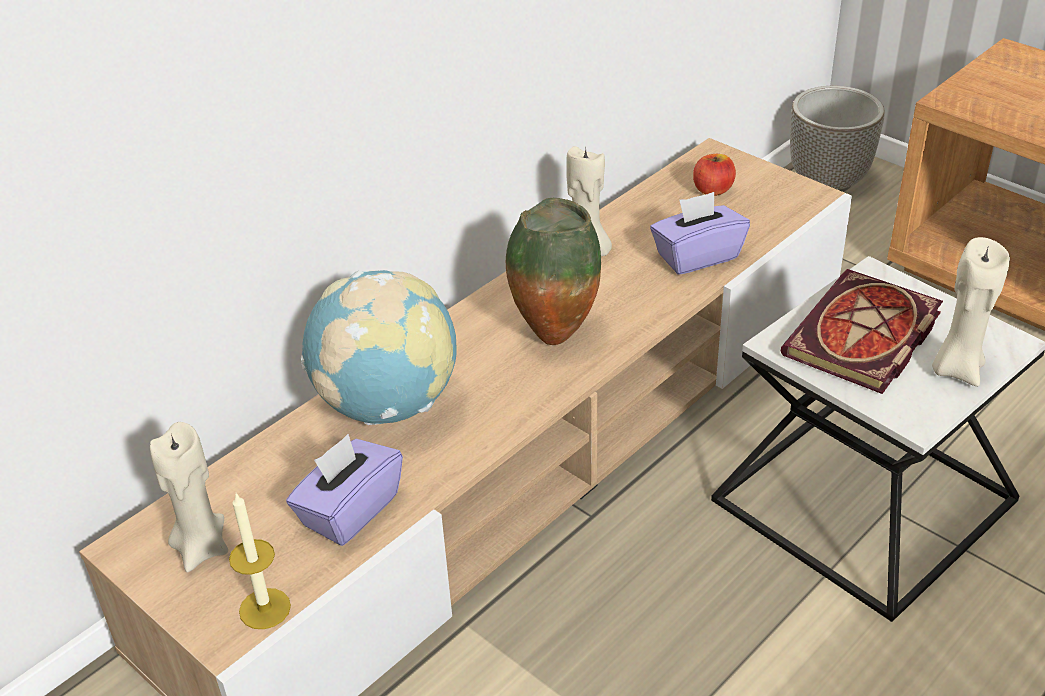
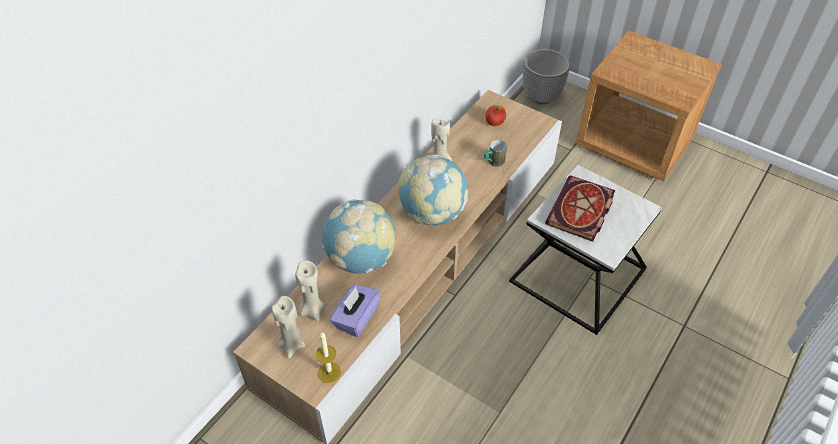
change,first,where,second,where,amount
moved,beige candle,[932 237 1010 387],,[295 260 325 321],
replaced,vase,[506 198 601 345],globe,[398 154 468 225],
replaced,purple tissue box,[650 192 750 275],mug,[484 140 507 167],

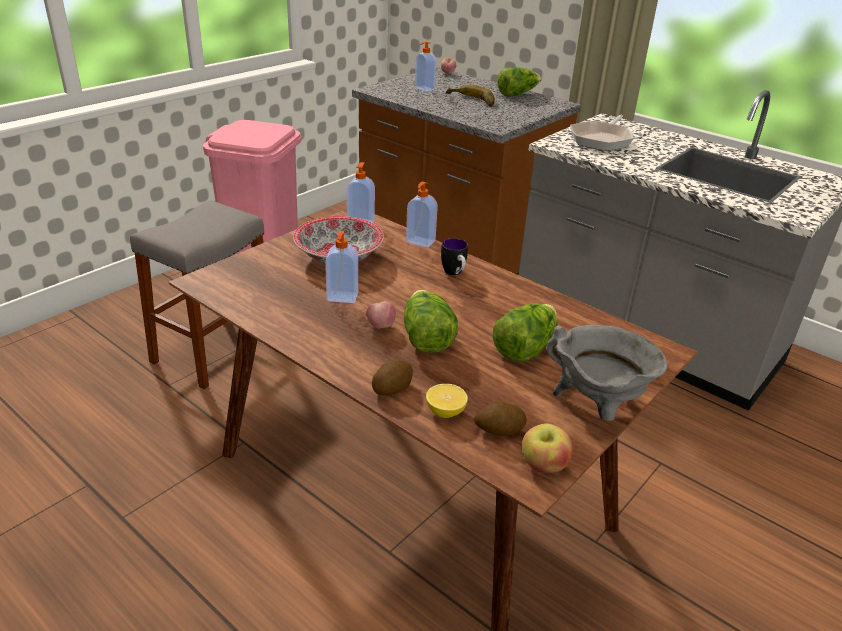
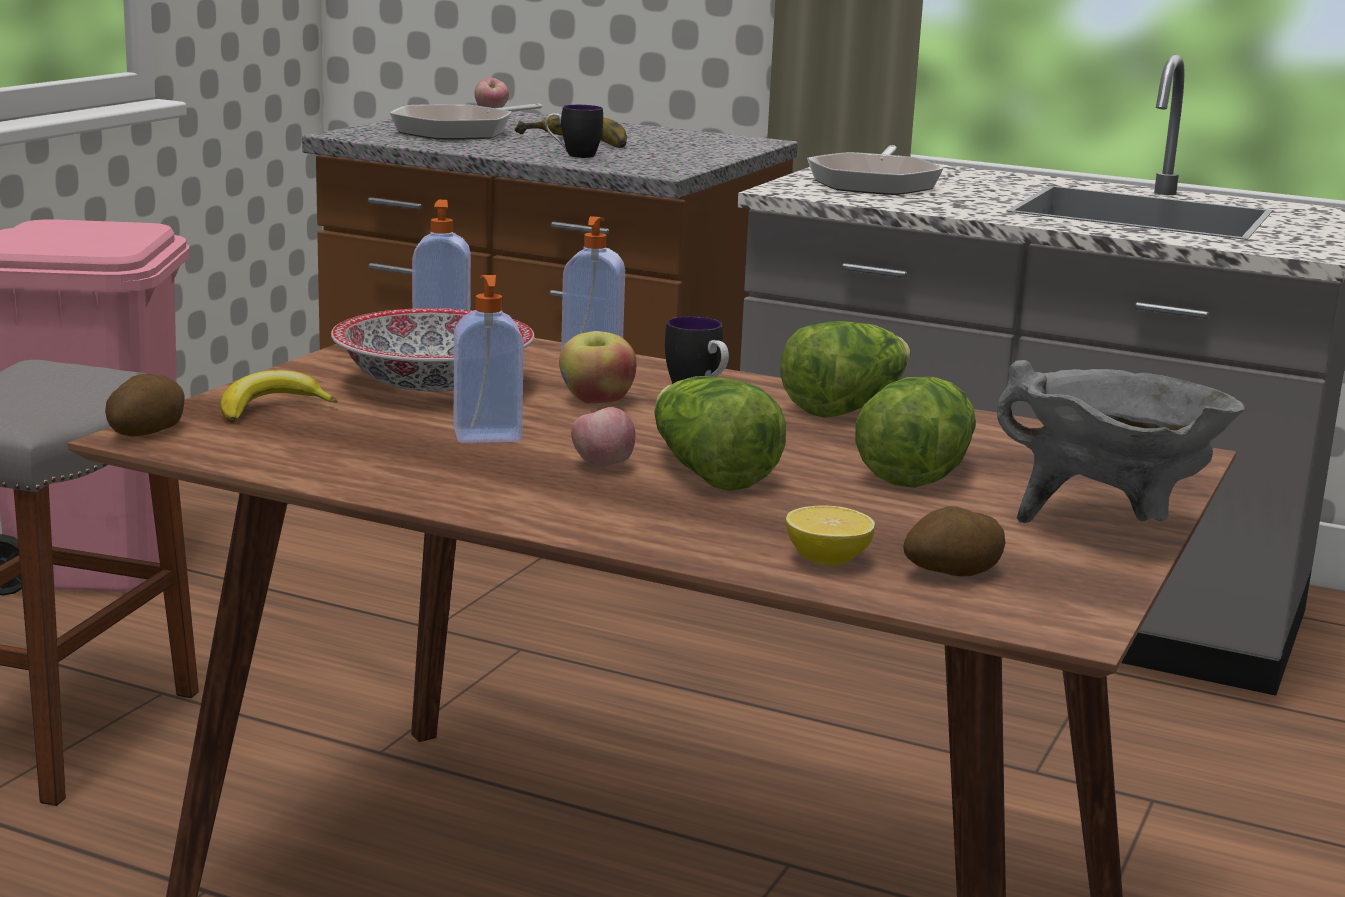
change,first,where,second,where,amount
moved,potato,[372 360 413 396],,[105 373 185 437],
added,,,banana,[220 370 337 423],
replaced,soap dispenser,[415 42 436 92],frying pan,[390 103 542 140],
added,,,mug,[545 105 603 158],
moved,apple,[522 423 573 473],,[559 331 636 404],
moved,lettuce,[497 67 542 97],,[780 321 910 418],

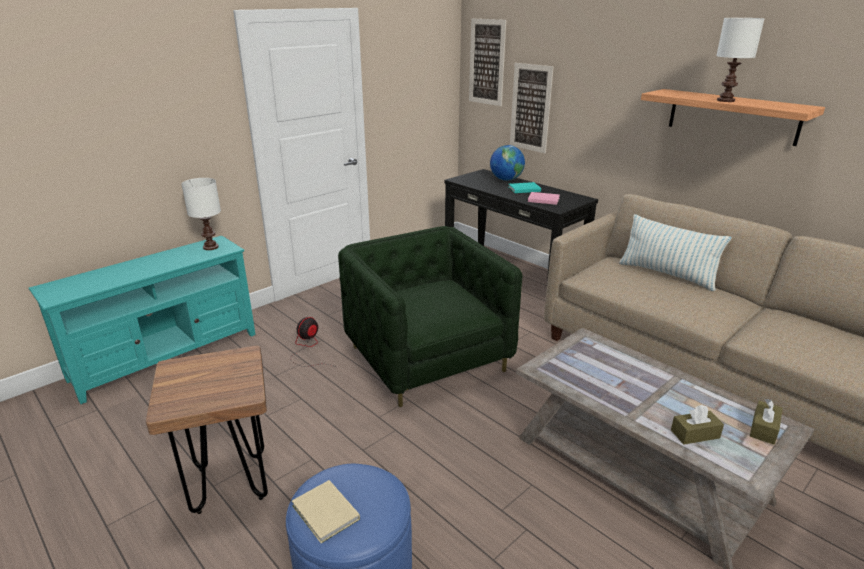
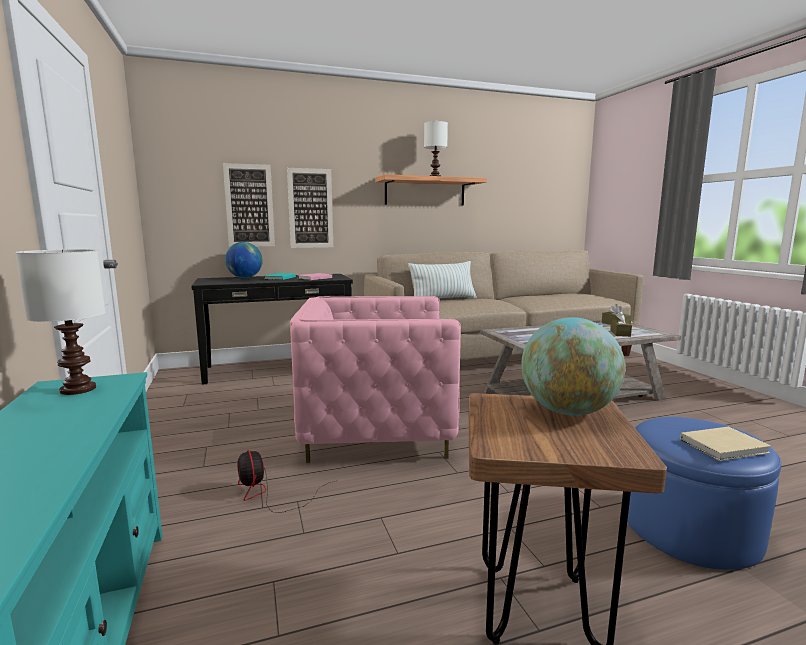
change,first,where,second,where,amount
moved,picture,[469 19 506 106],,[287 168 333 248],
recoloured,green armchair,[338 226 523 407],pink armchair,[290 296 461 463],
added,,,globe,[521 317 625 416],

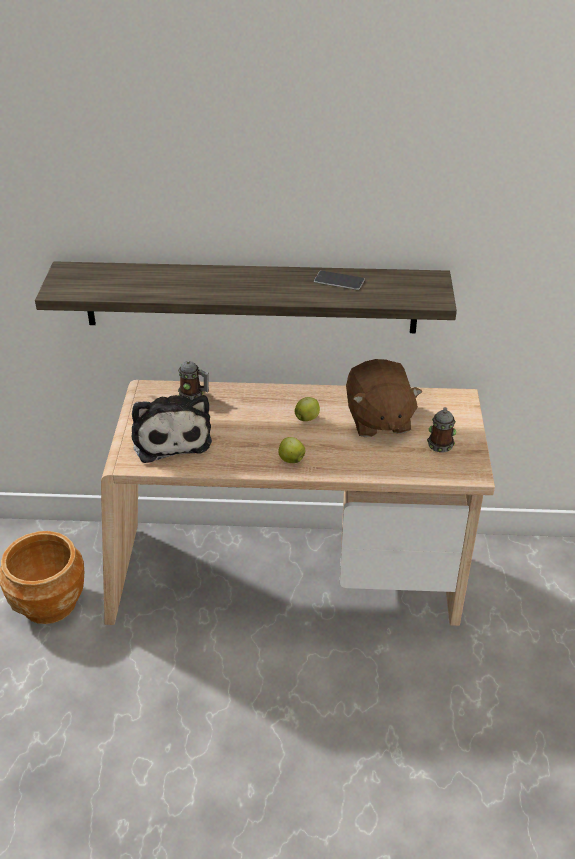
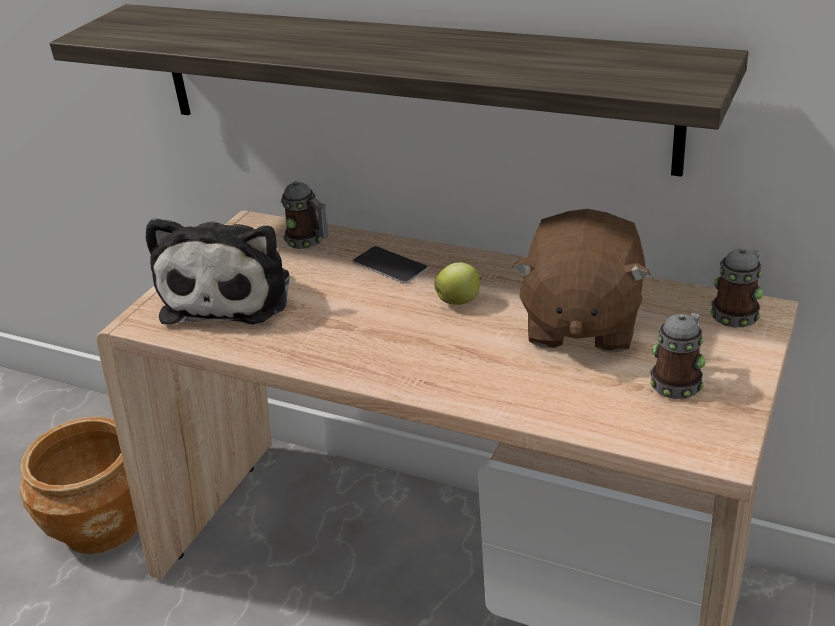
change,first,where,second,where,amount
moved,phone,[314 271 365 290],,[352 246 428 284],
added,,,mug,[710 248 763 328],
removed,apple,[278 437 306 463],,,

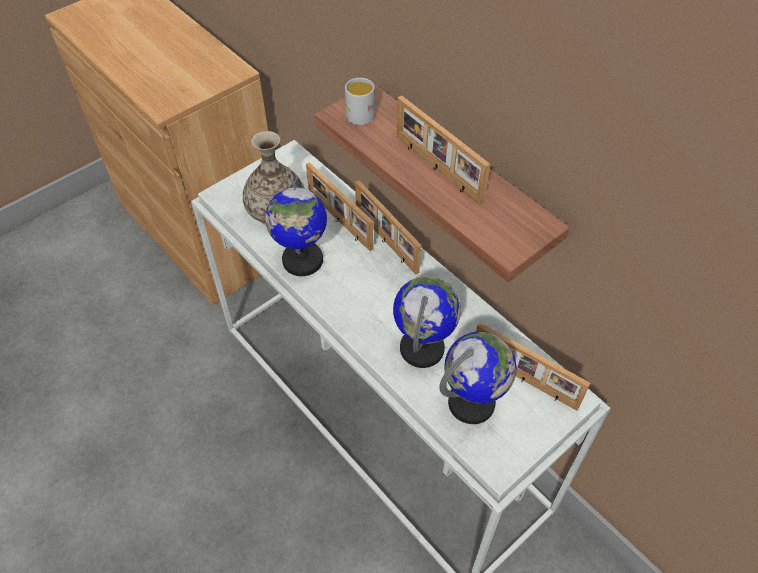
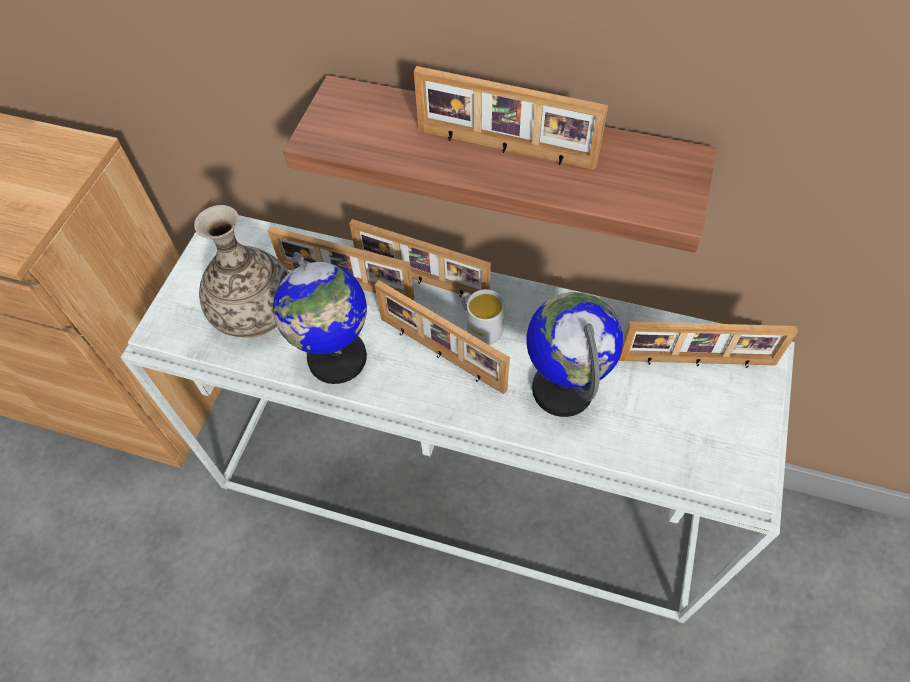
change,first,where,second,where,amount
added,,,picture frame,[374 280 510 394],
moved,white mug,[345 78 375 125],,[461 289 505 345],
removed,globe,[440 332 517 424],,,

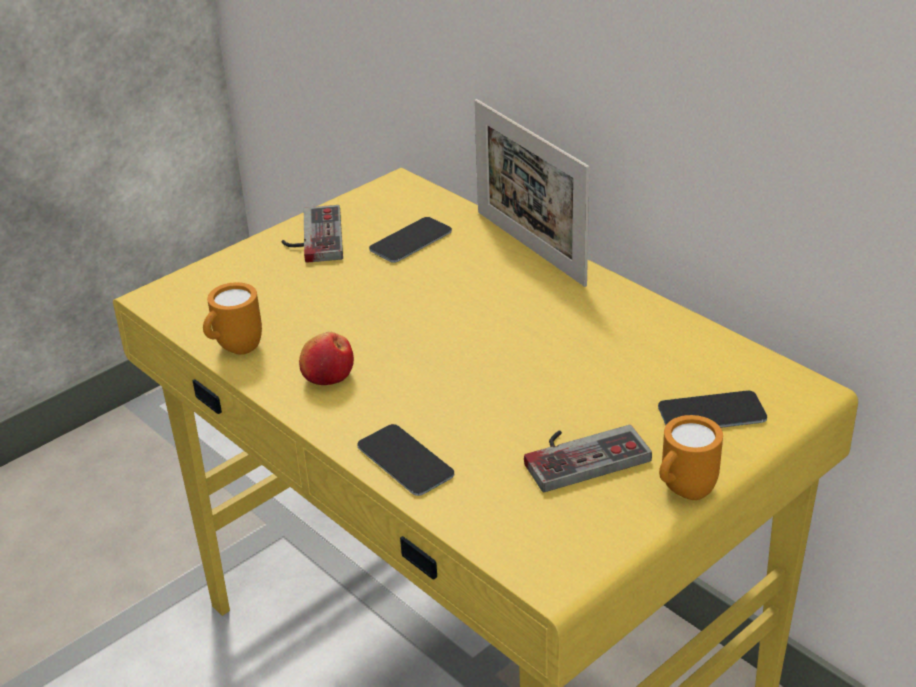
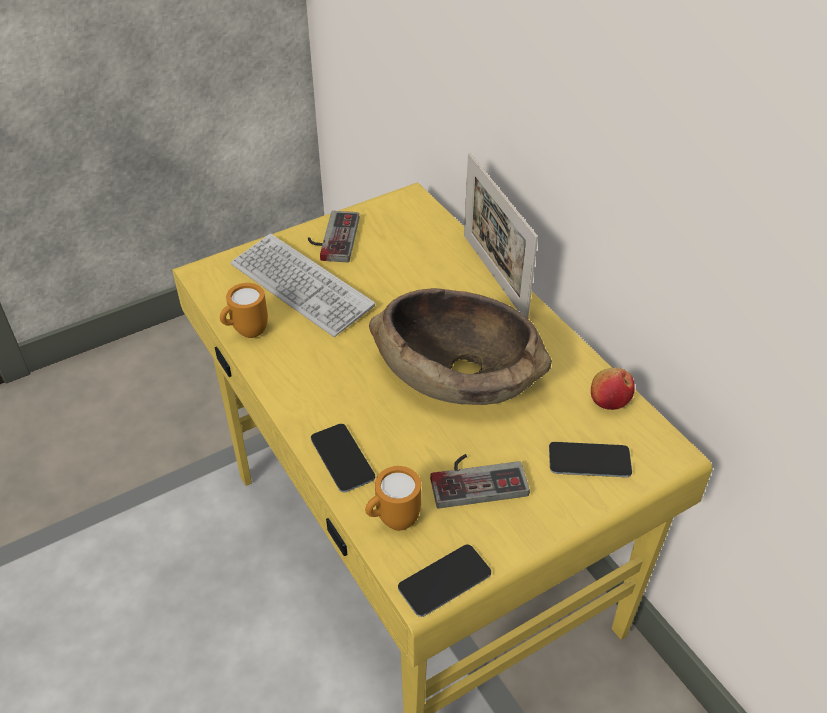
change,first,where,second,where,amount
added,,,keyboard,[231 234 375 337],
moved,orange mug,[659 415 723 500],,[365 466 421 531],
added,,,brown bowl,[369 288 552 405],
moved,phone,[369 217 452 263],,[398 545 491 617],
moved,apple,[299 332 354 385],,[591 367 635 410],

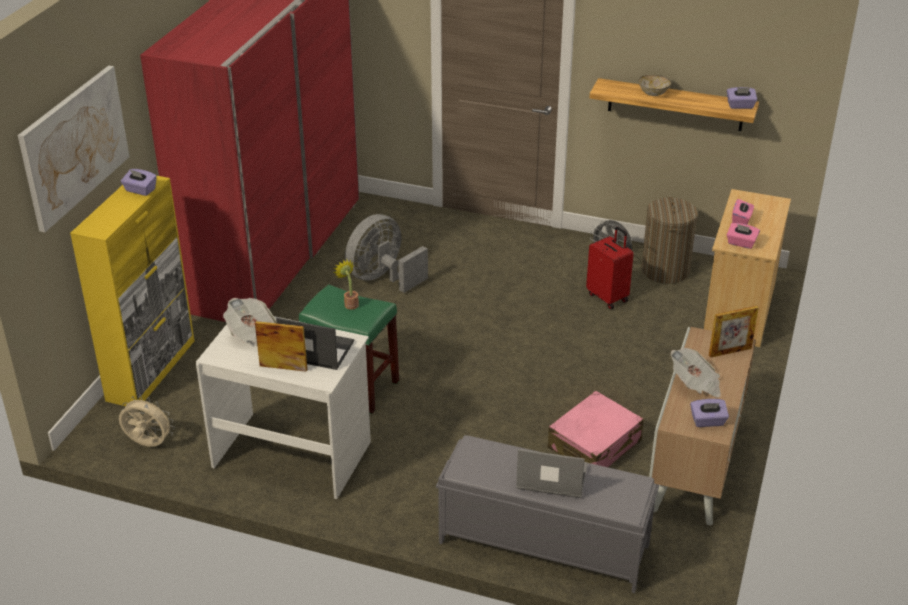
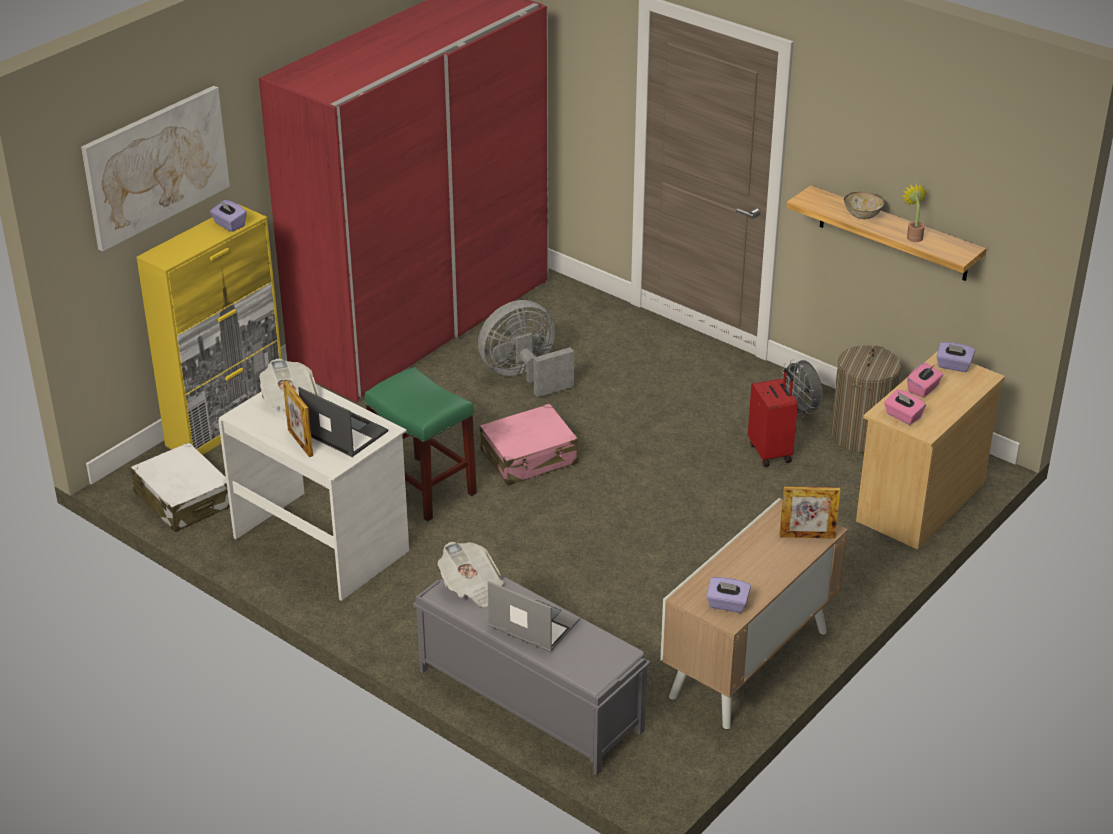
change,first,where,second,where,amount
replaced,beige fan,[119 395 175 447],white suitcase,[130 442 230 532],
turned,picture frame,[255 321 307 371],,[283 381 313 457],150 degrees counterclockwise
moved,newspaper,[671 348 721 398],,[438 542 504 607],
moved,pink suitcase,[548 391 644 467],,[480 404 579 486],
moved,potted plant,[334 259 359 310],,[901 184 926 242],
moved,purple tissue box,[727 87 757 109],,[936 342 975 372],

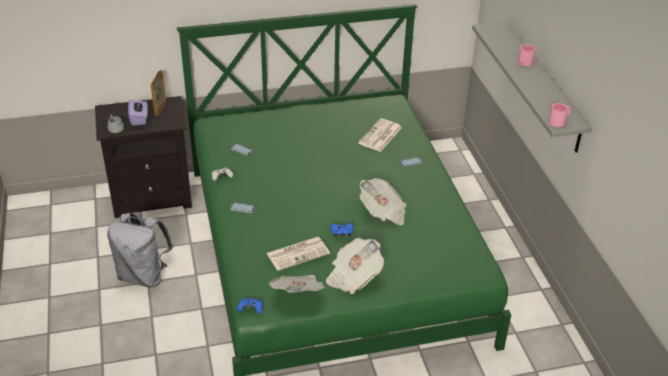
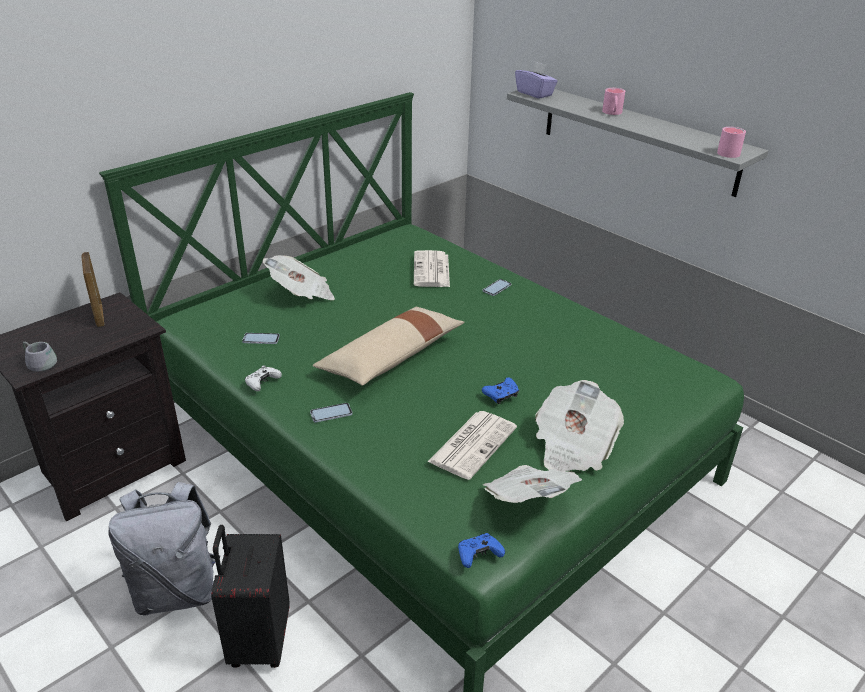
change,first,where,second,where,amount
added,,,black suitcase,[211 525 290 668],
moved,newspaper,[360 178 407 225],,[263 255 335 300],
added,,,beige pillow,[313 307 464 386],
moved,purple tissue box,[128 100 148 126],,[515 61 558 99],

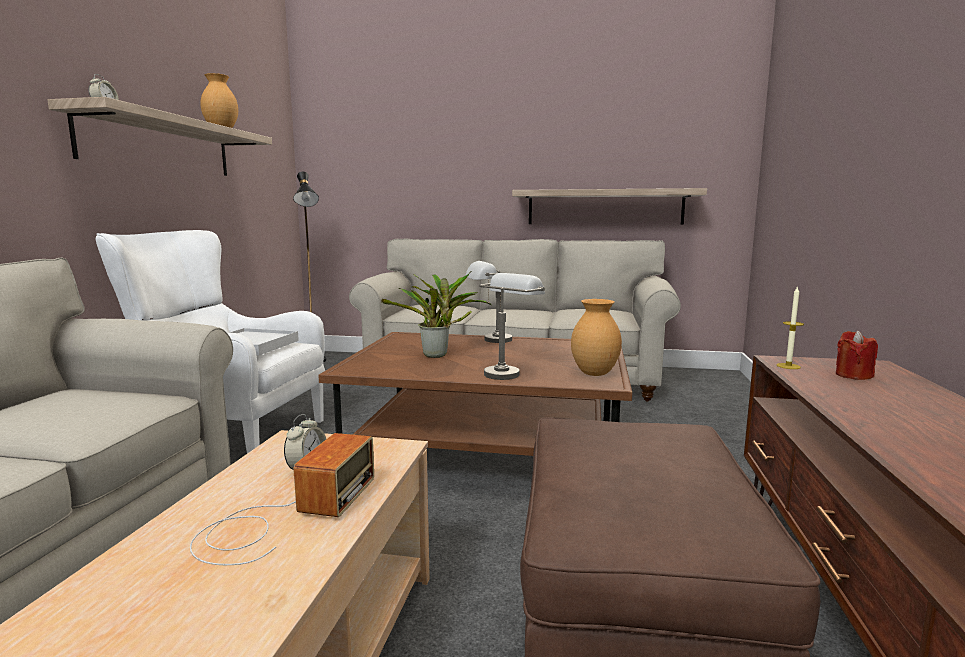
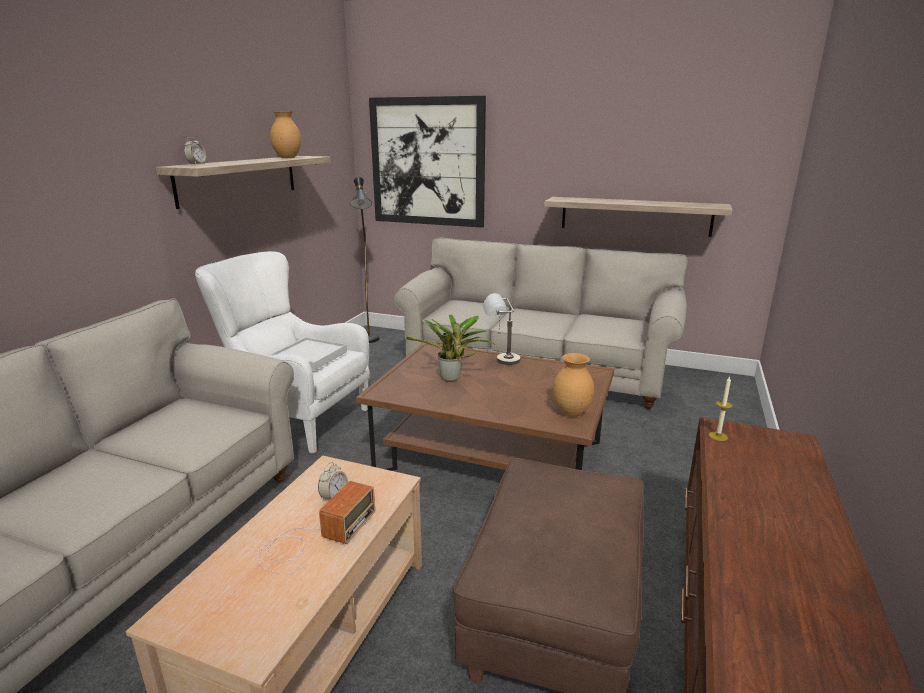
change,first,where,second,where,amount
added,,,picture,[369 96 486 228],
removed,grey table lamp,[479 273 545 380],,,
removed,red candle,[836 331 878 380],,,

